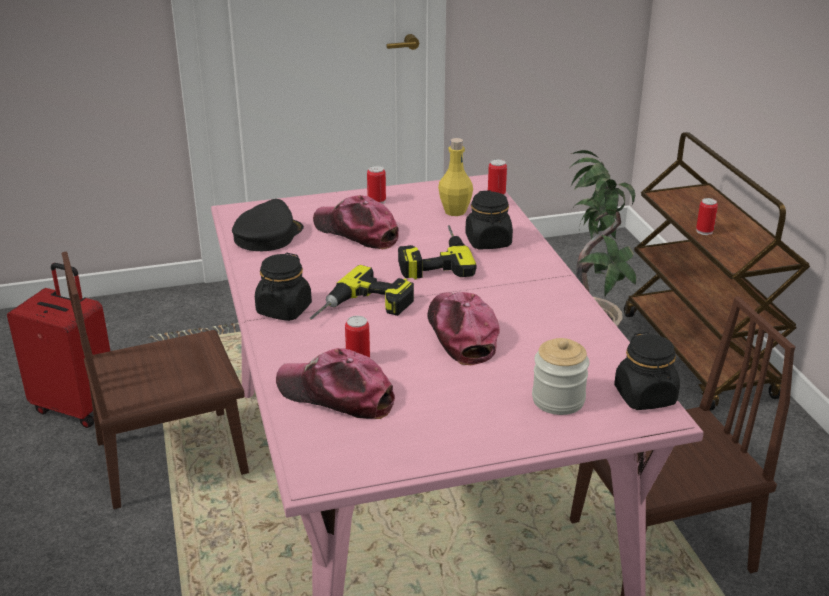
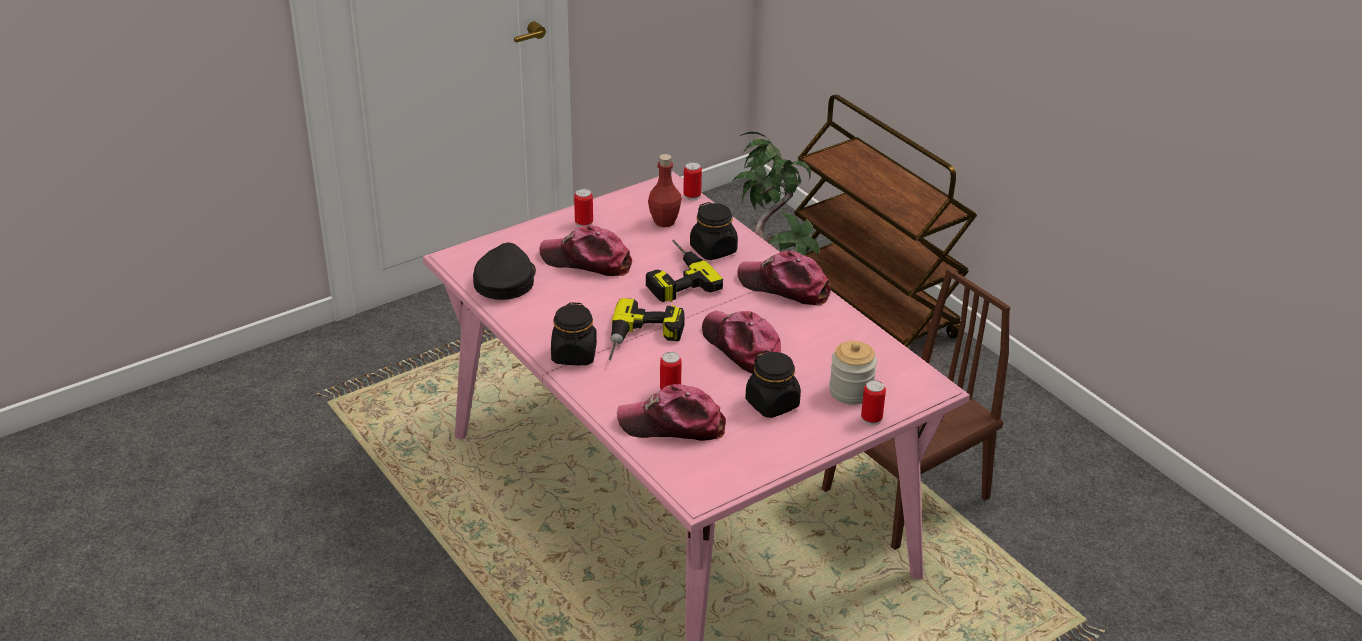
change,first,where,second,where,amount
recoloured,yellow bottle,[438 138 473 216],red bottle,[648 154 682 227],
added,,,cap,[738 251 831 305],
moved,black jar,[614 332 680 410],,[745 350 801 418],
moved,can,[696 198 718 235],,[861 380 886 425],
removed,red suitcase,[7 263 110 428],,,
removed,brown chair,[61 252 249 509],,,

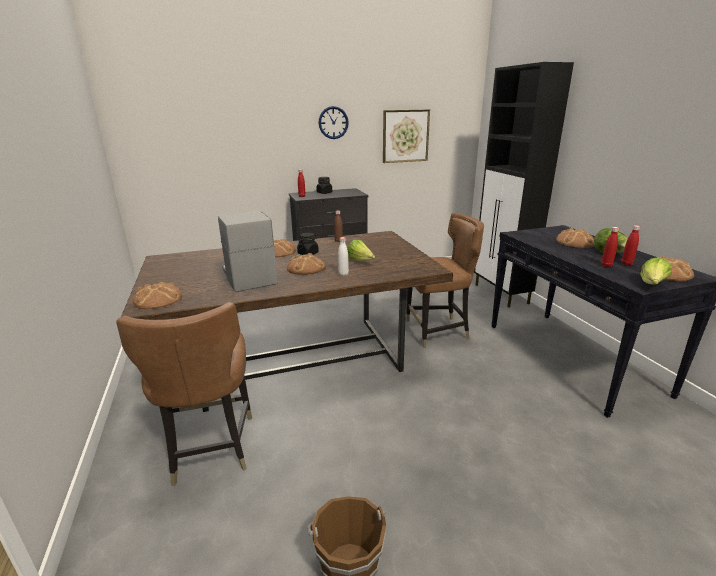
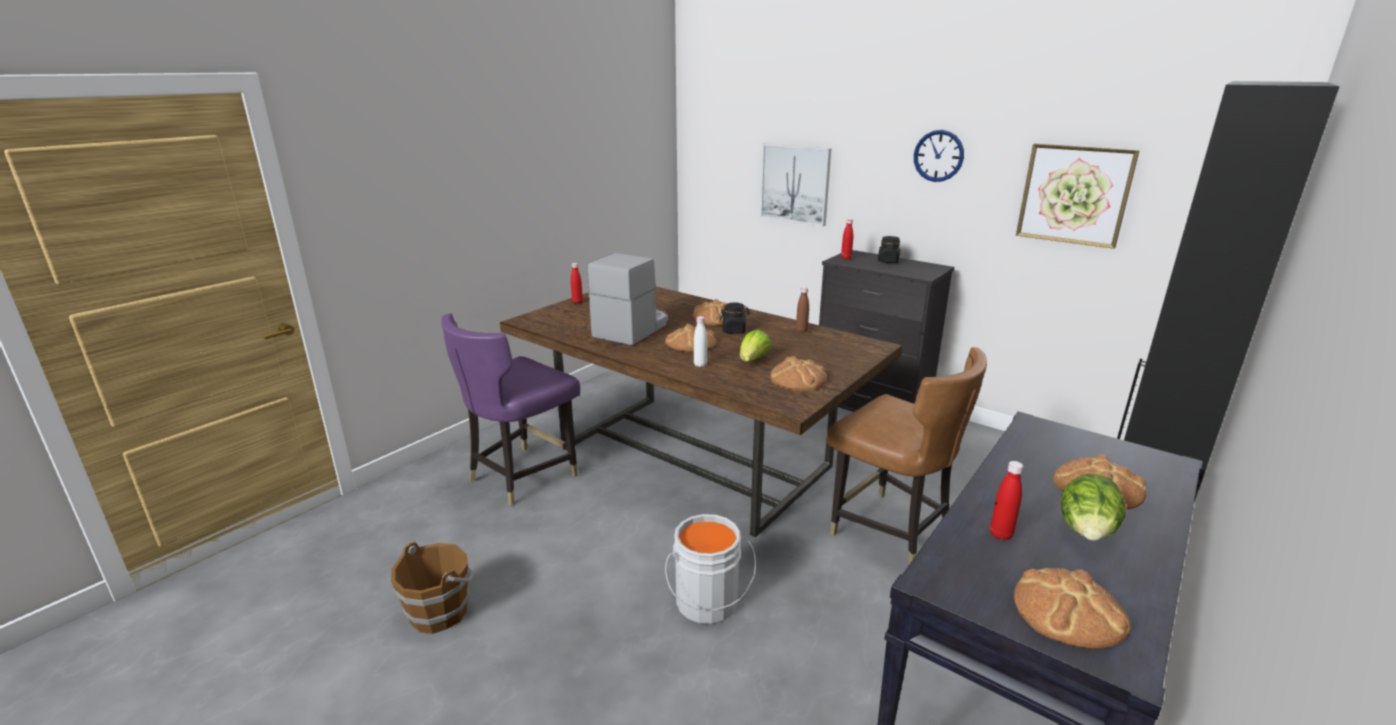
change,first,where,second,where,amount
recoloured,brown chair,[116 302 252 486],purple chair,[441 313 580 506],
moved,red bottle,[622 225 640 265],,[571 263 583 304],
added,,,grey bucket,[665 514 756 624],
added,,,picture,[760 144 831 226],
moved,bread,[133 282 182 310],,[770 356 827 391],
removed,lettuce,[640 257 672 285],,,

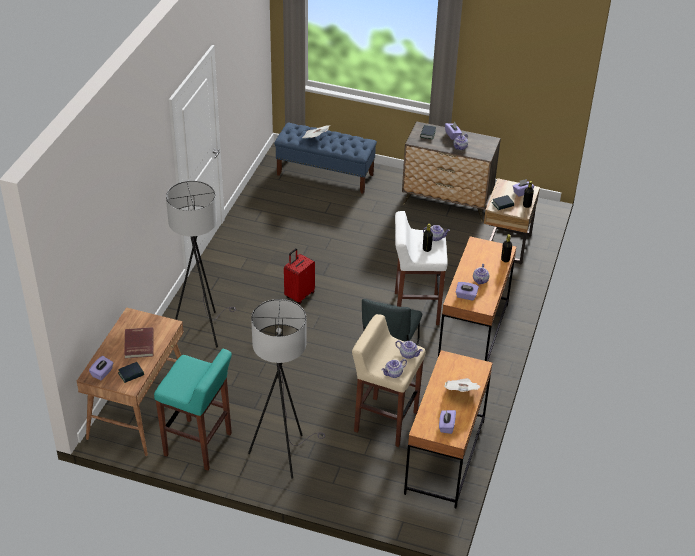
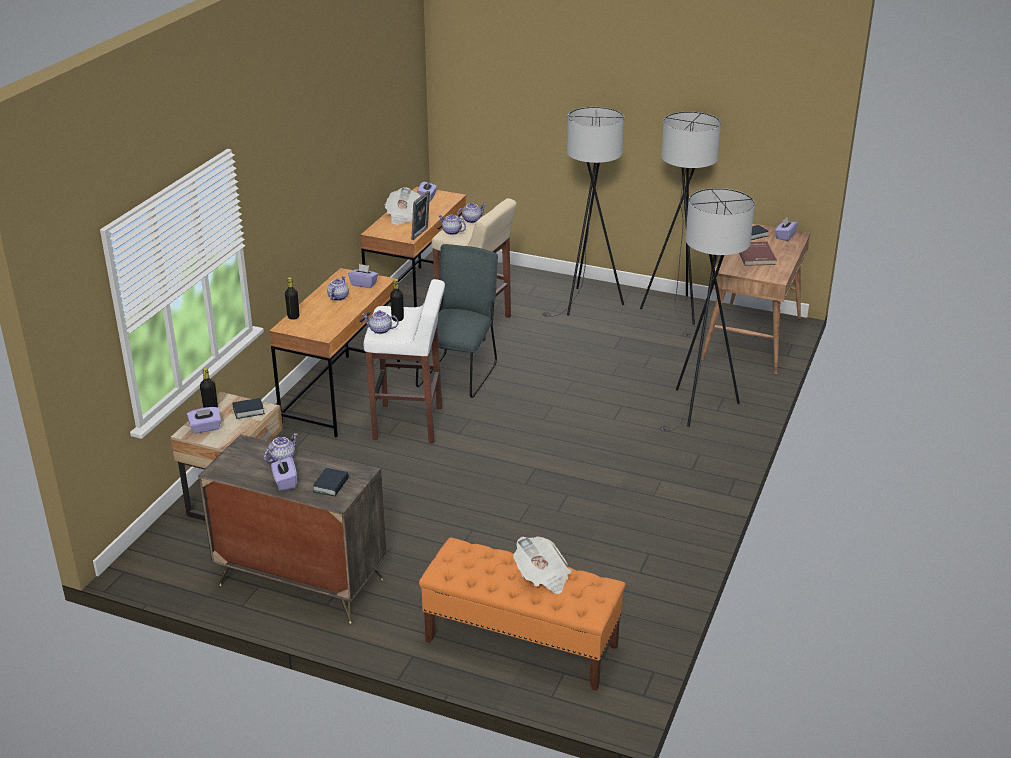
change,first,where,second,where,amount
added,,,picture frame,[411 191 430 240],
recoloured,blue bench,[274 123 377 194],orange bench,[419 538 625 691],
replaced,turquoise stool,[154 349 232 471],grey floor lamp,[640 112 721 337],
removed,red suitcase,[284 248 315 304],,,

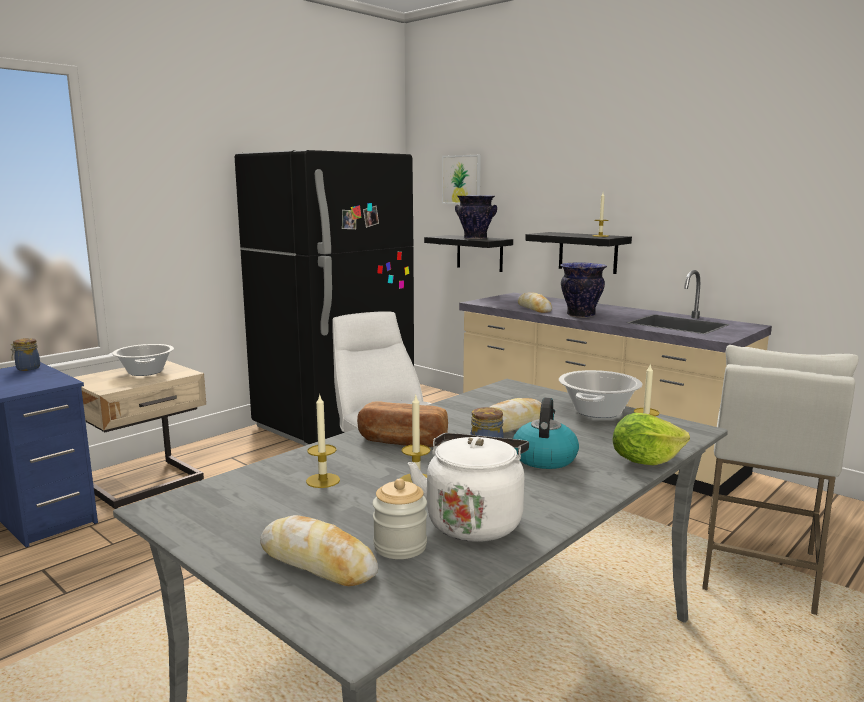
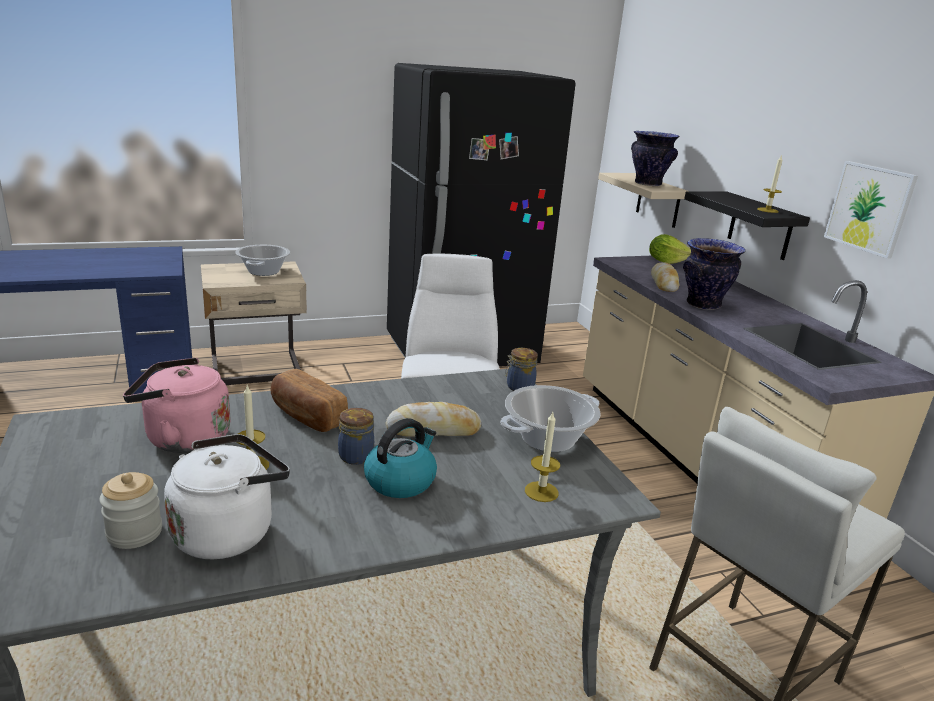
change,first,where,second,where,amount
replaced,candle,[306 395 340 488],pink kettle,[123 358 231 453],
moved,jar,[10 338 40 371],,[505 348 538 391],
recoloured,black shelf,[424 235 513 272],beige shelf,[598 173 690 228],
moved,lettuce,[613 413 690 465],,[649 234 691 264],
moved,picture,[442 155 481 204],,[824 161 918 259],
removed,bread,[260 515 378 586],,,

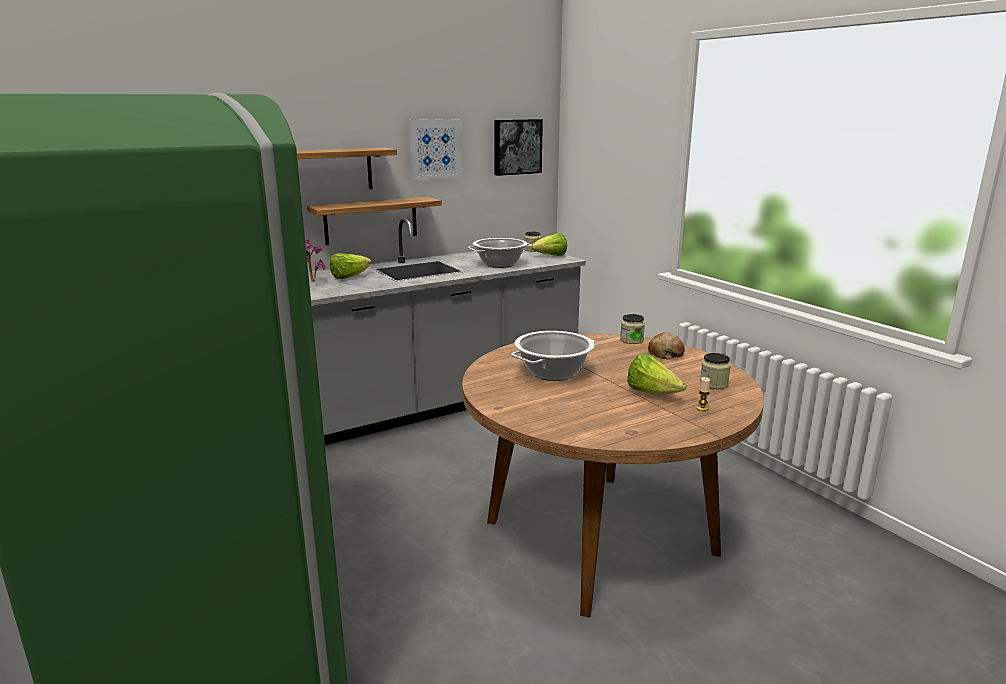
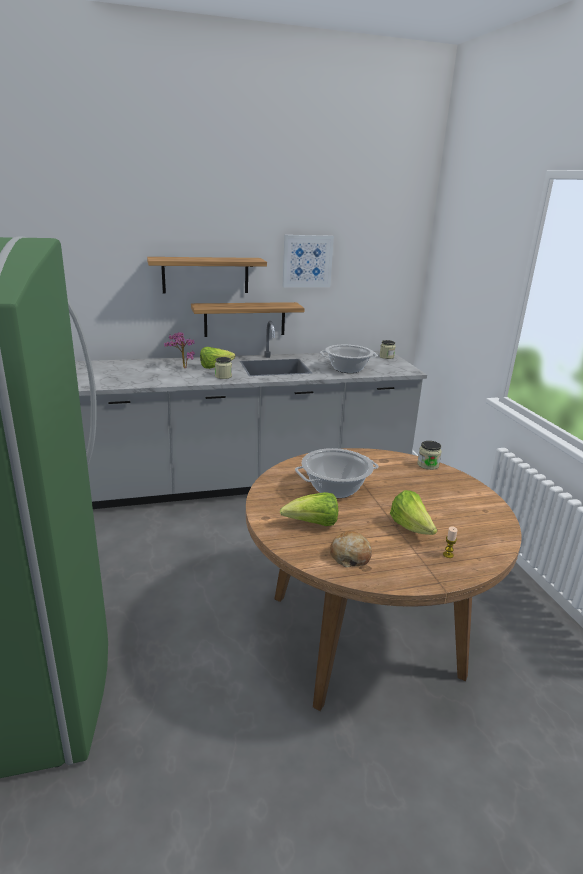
change,first,where,second,where,amount
moved,jar,[700 353 731 389],,[215 357 232 379],
moved,lettuce,[531 233 567 256],,[280 492 338 526],
moved,bread,[648 332 685 359],,[330 531 372 567],
removed,picture,[494 119 543 176],,,

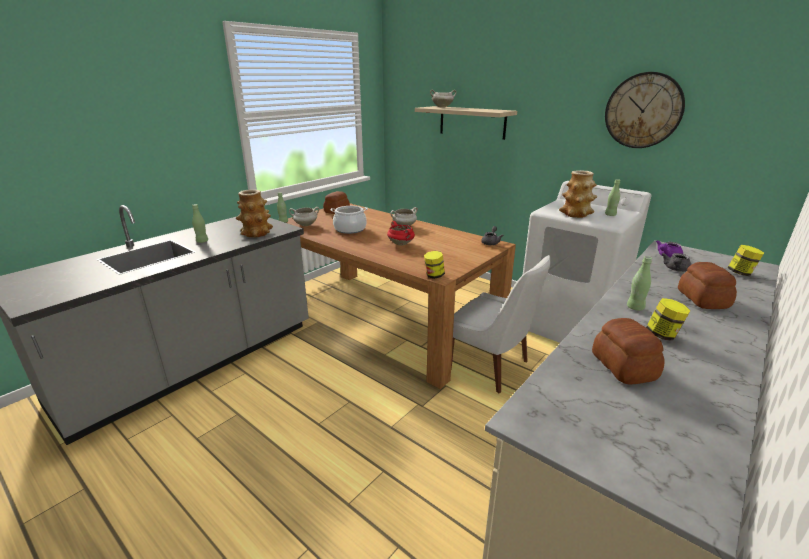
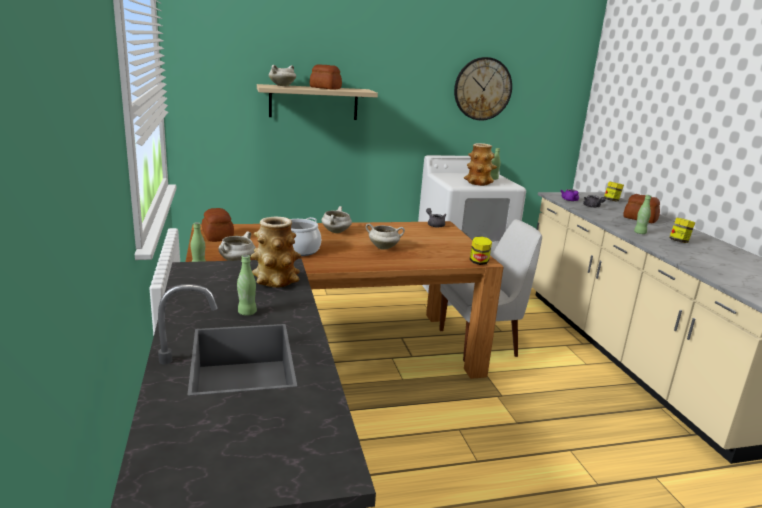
change,first,where,second,where,amount
moved,bread,[592 318 665 384],,[310 64 342 90],
recoloured,red cooking pot,[387 221 415 246],white cooking pot,[366 223 405 250],

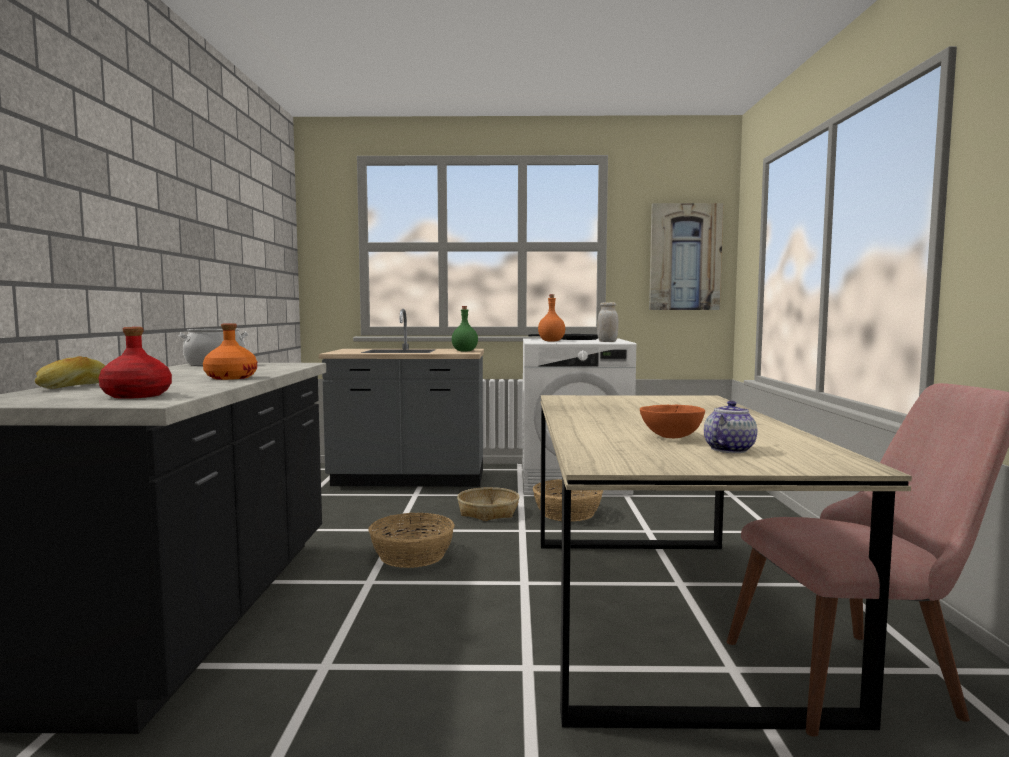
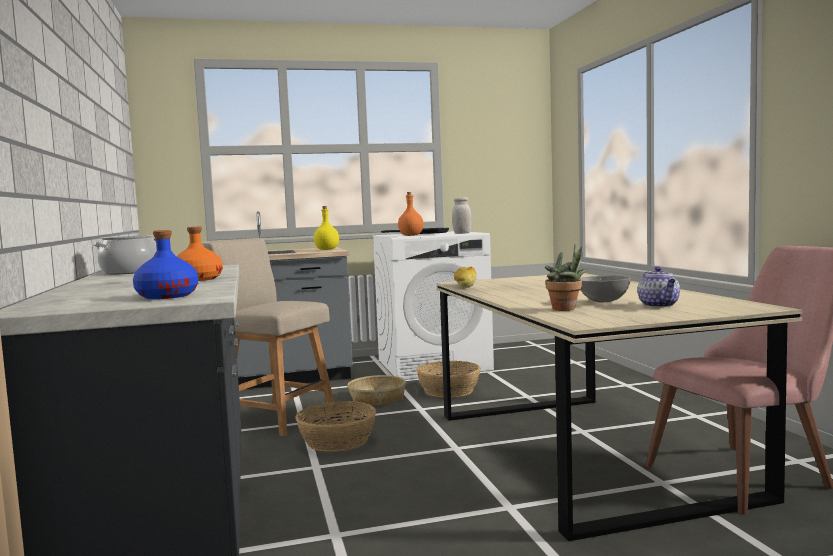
change,first,where,second,where,amount
recoloured,red bottle,[98 327 172 399],blue bottle,[133 230 198 299],
added,,,beige chair,[203 238 336 436],
recoloured,green bottle,[452 306 478 352],yellow bottle,[314 206 339 250],
moved,bread,[35 356 105 389],,[454 267 476 288],
added,,,potted plant,[545 244 588 311],
recoloured,orange bowl,[640 404 705 438],grey bowl,[580 275 631 302],
turned,teapot,[704 401 757 453],,[637 267 680 307],150 degrees clockwise
removed,picture,[649 203 723 310],,,

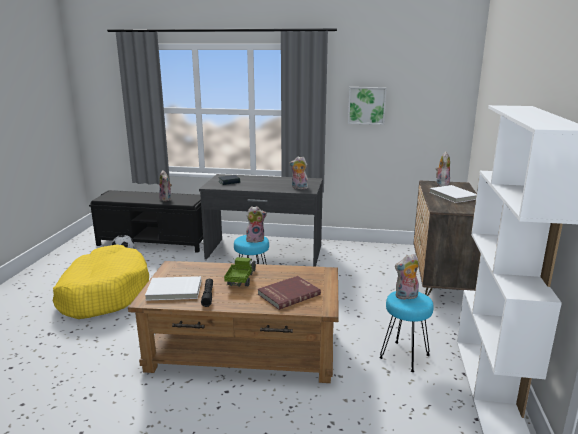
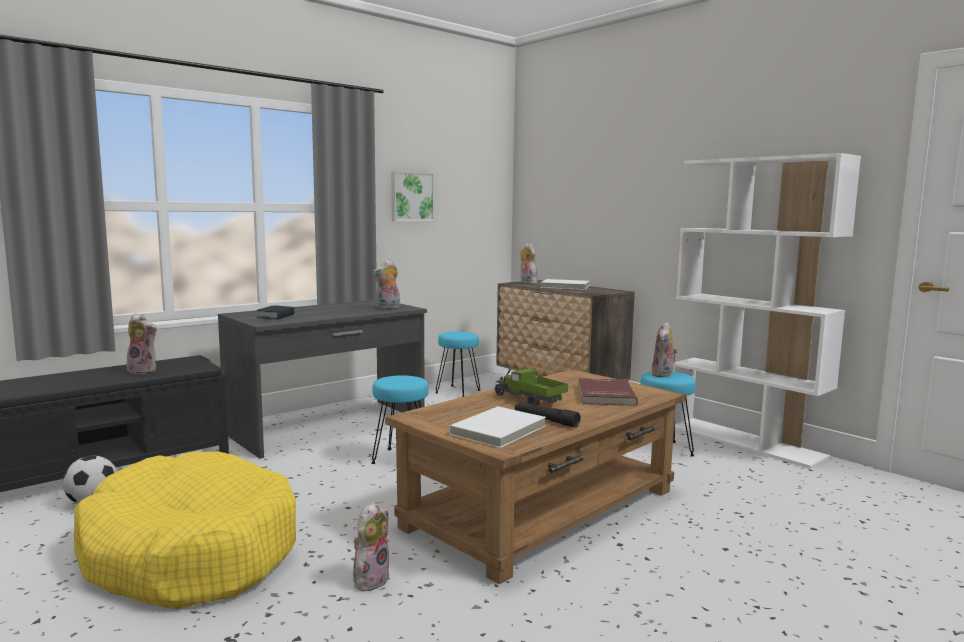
change,first,where,second,where,amount
moved,plush toy,[246 206 267 243],,[353 502 390 592],
added,,,turquoise stool,[436 331 480 397],

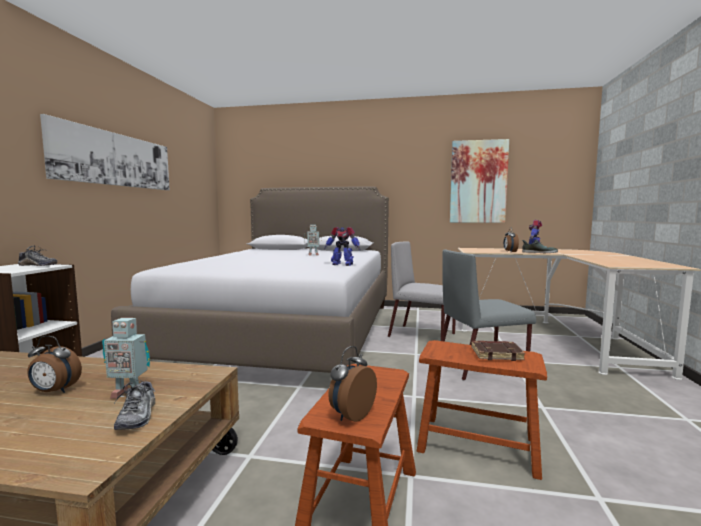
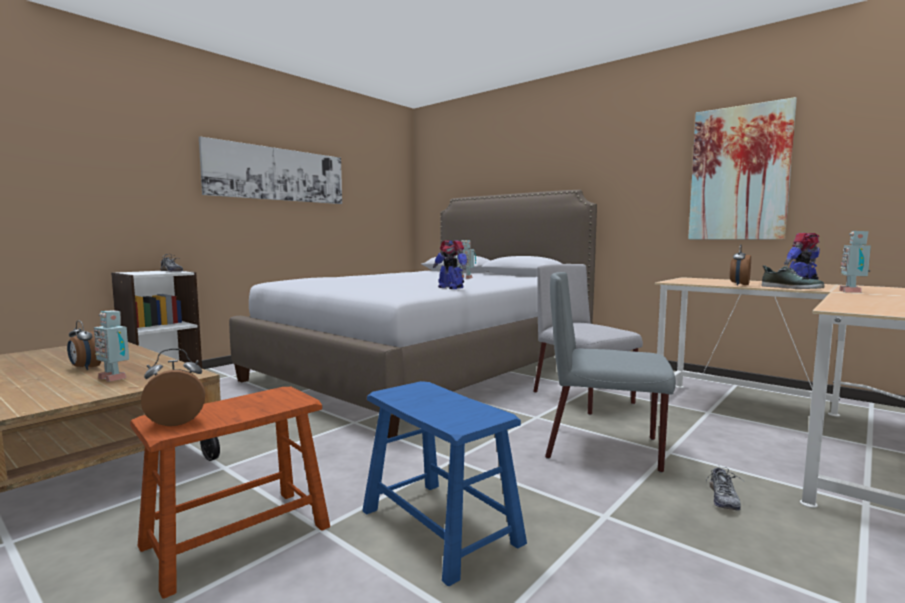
change,first,where,second,where,amount
recoloured,brown stool,[417 340 547 480],blue stool,[362 381 527 586],
moved,shoe,[114 379 155 430],,[706 467 743 511],
added,,,toy robot,[839 231 871 293],
removed,brown book,[471 341 525 361],,,

